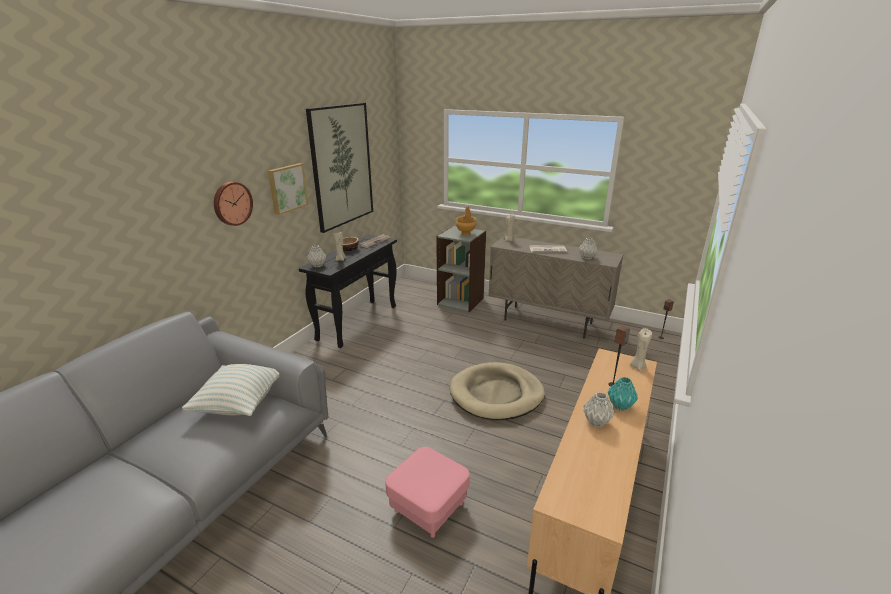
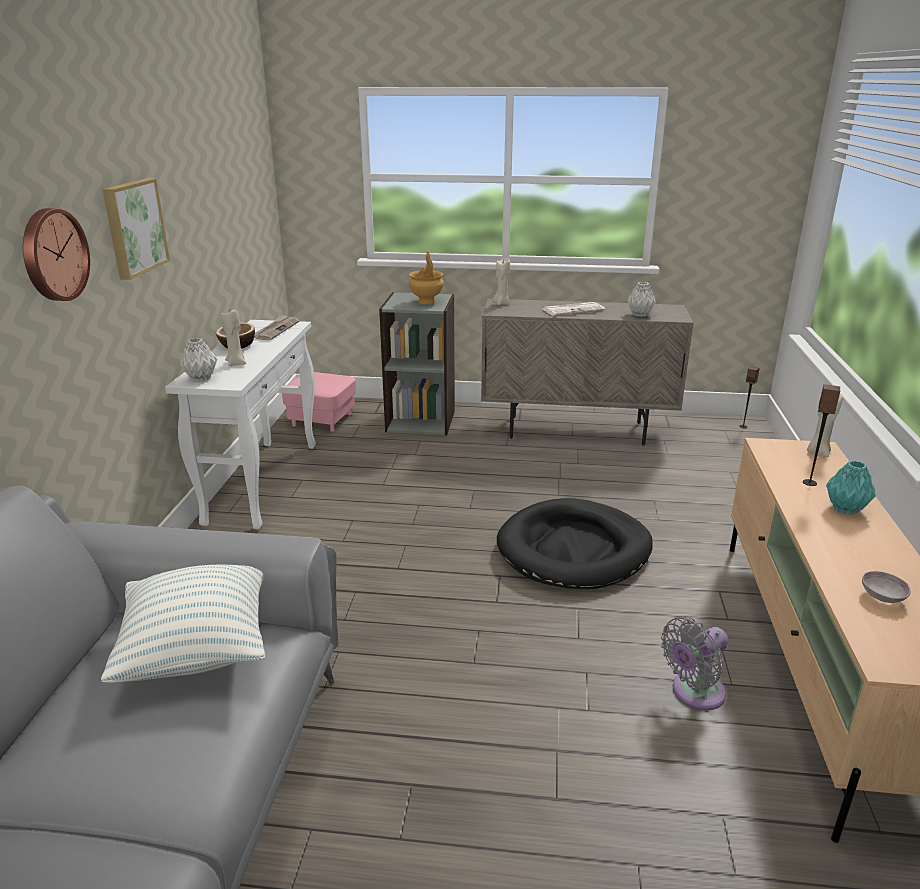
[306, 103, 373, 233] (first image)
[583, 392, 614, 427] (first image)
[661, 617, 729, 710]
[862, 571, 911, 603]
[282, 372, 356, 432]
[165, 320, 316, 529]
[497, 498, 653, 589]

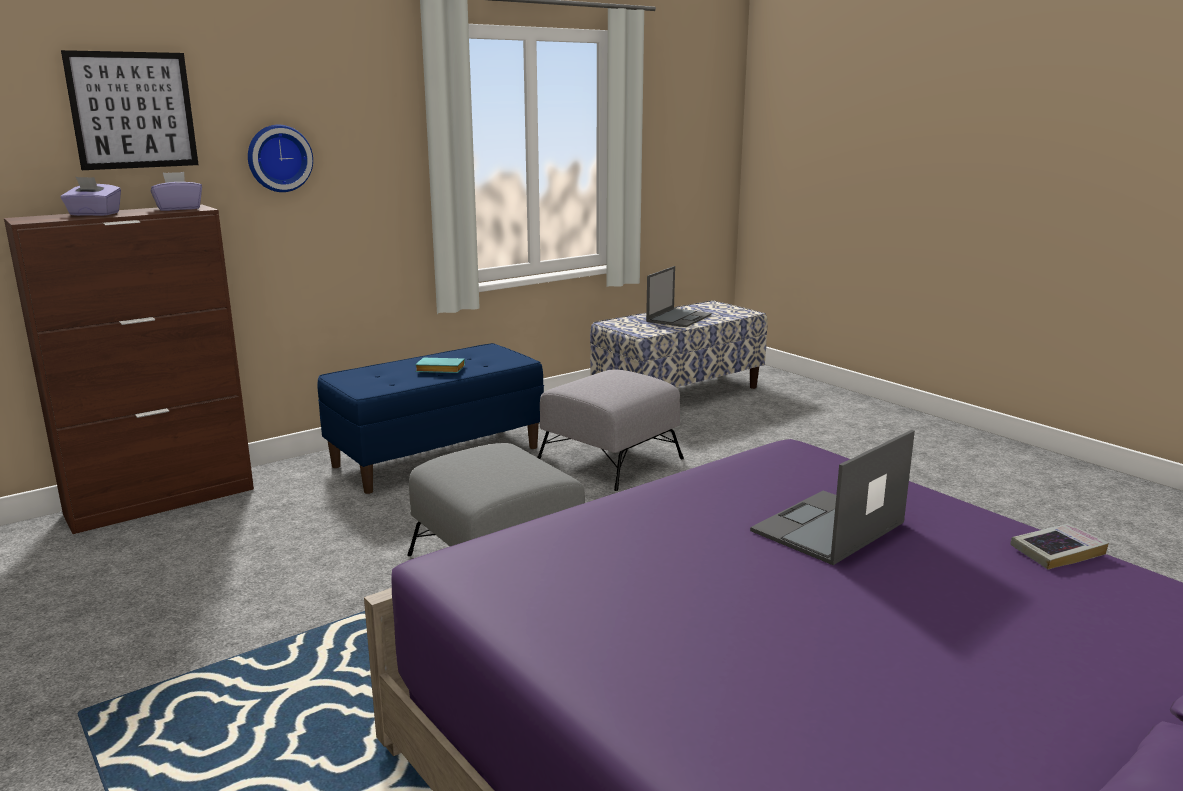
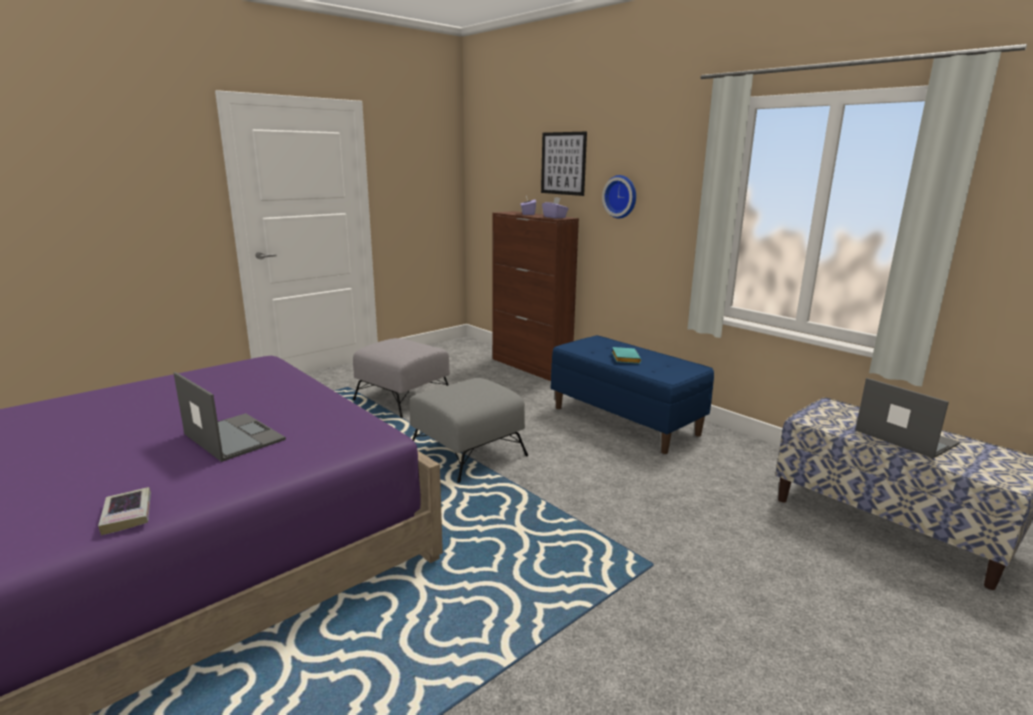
[353, 338, 450, 418]
[855, 378, 960, 458]

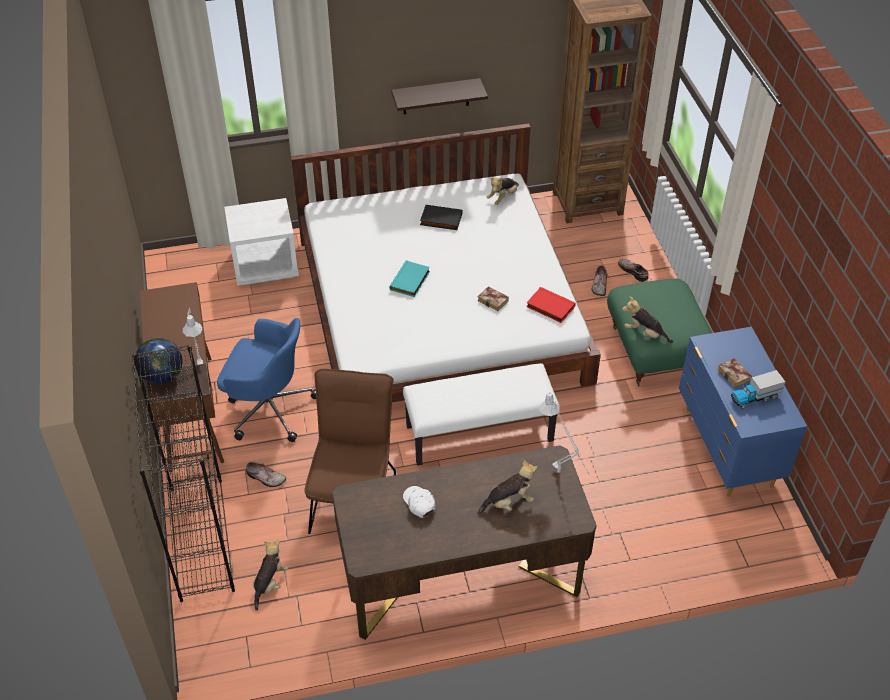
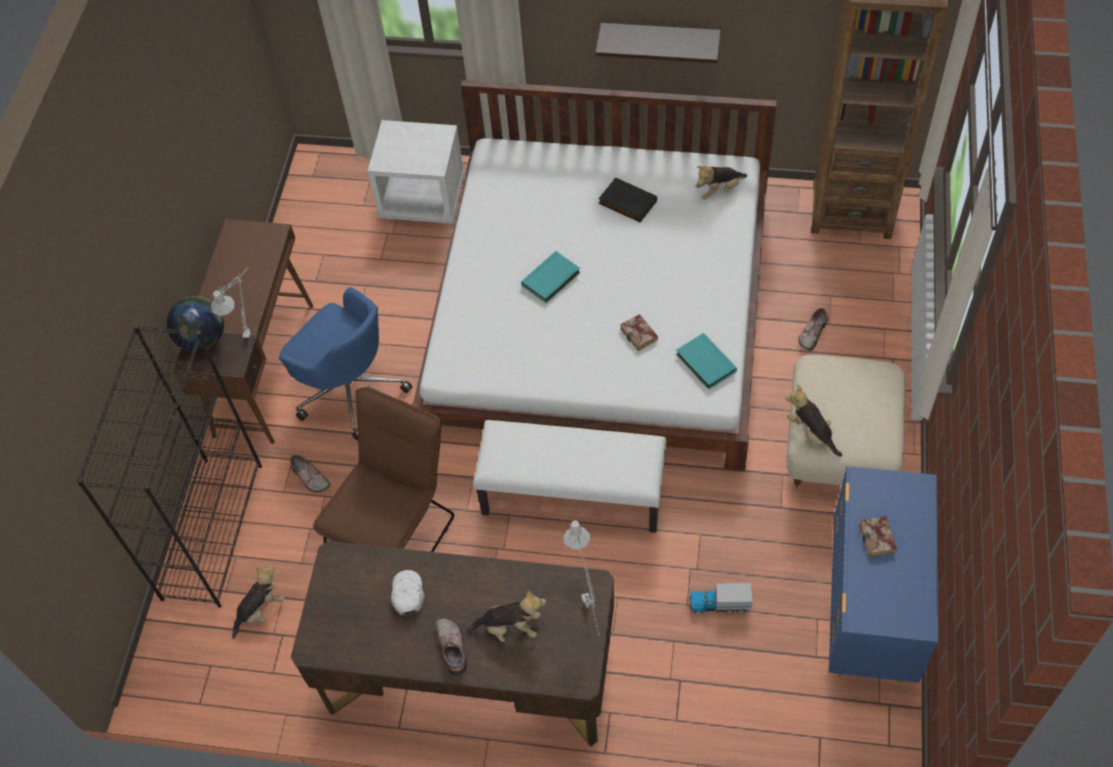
[435, 618, 467, 675]
[689, 583, 753, 614]
[676, 333, 737, 390]
[786, 355, 905, 490]

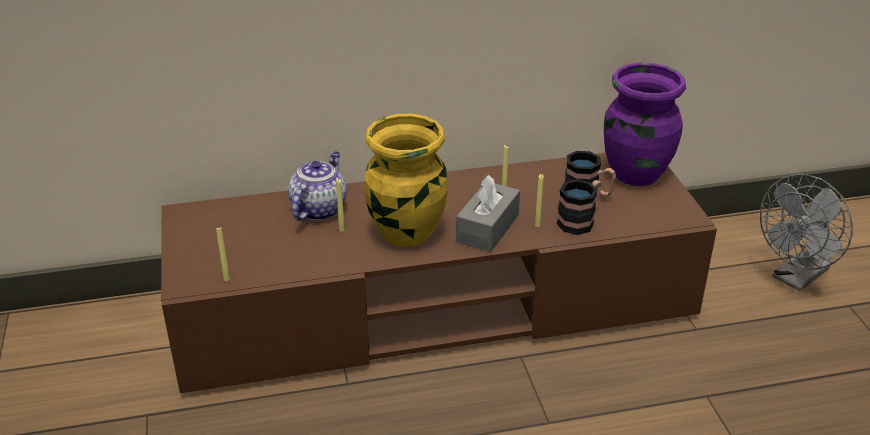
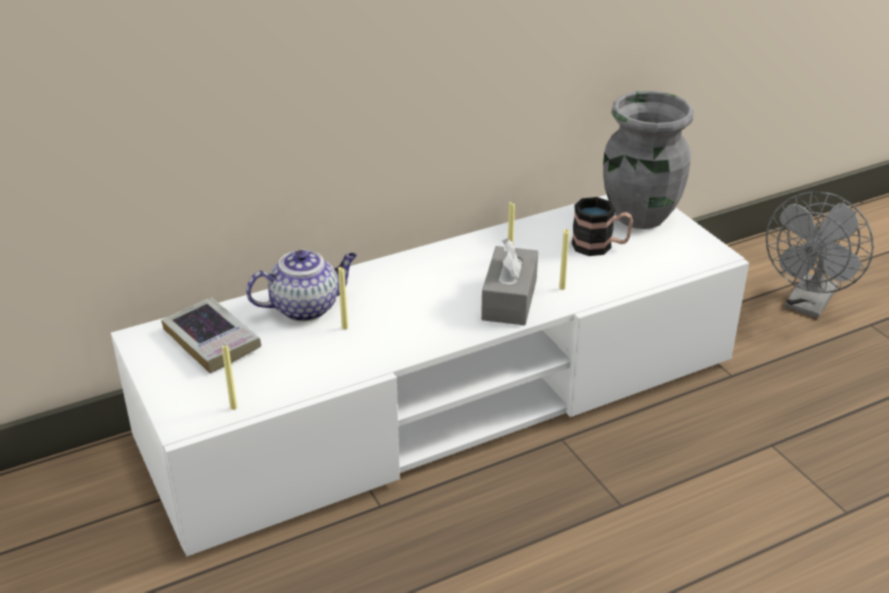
[364, 114, 448, 247] (first image)
[557, 179, 601, 235] (first image)
[161, 297, 261, 373]
[111, 195, 749, 556]
[603, 91, 694, 229]
[246, 250, 357, 322]

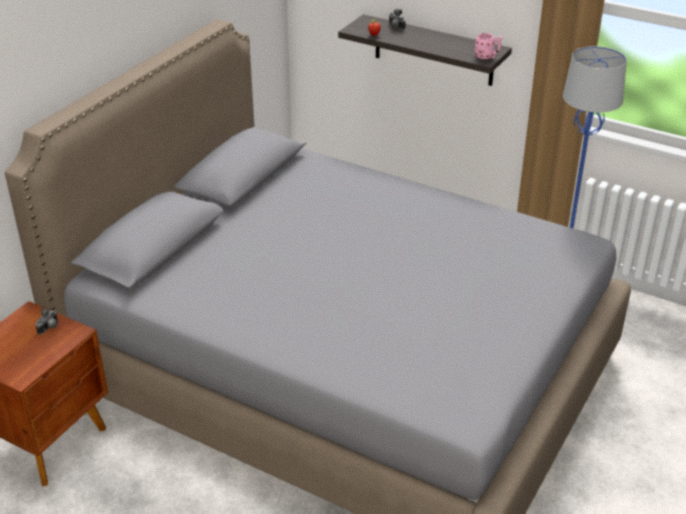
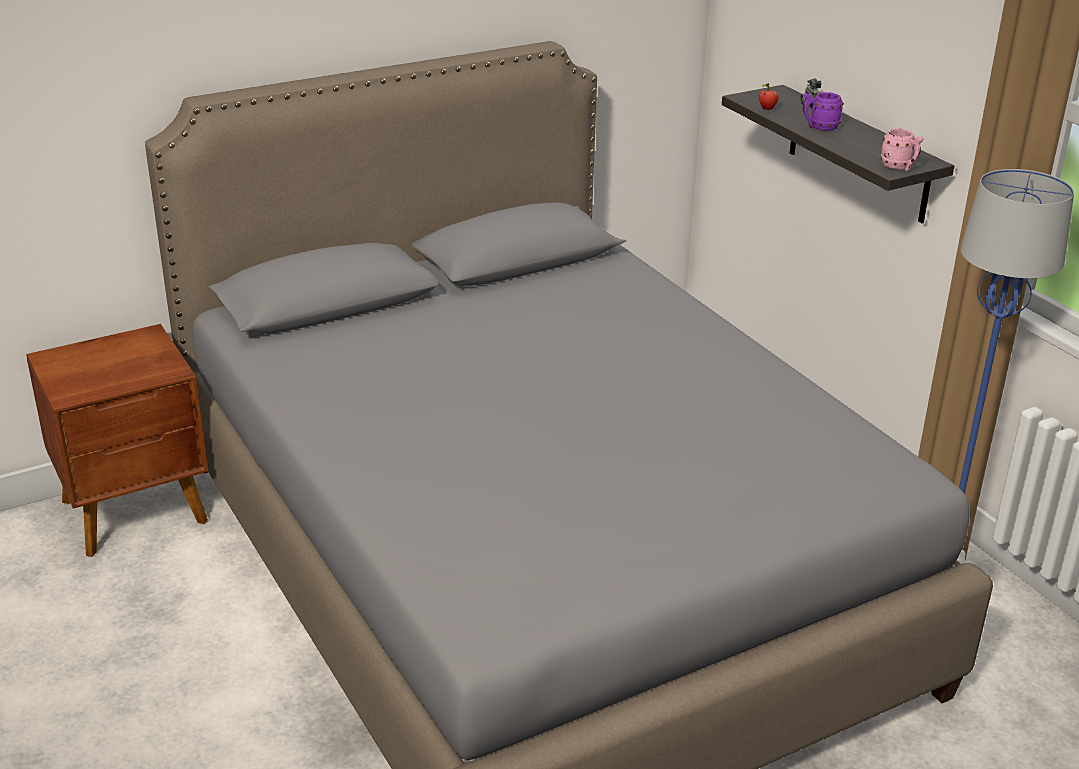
[36, 308, 58, 335] (first image)
[803, 92, 844, 131]

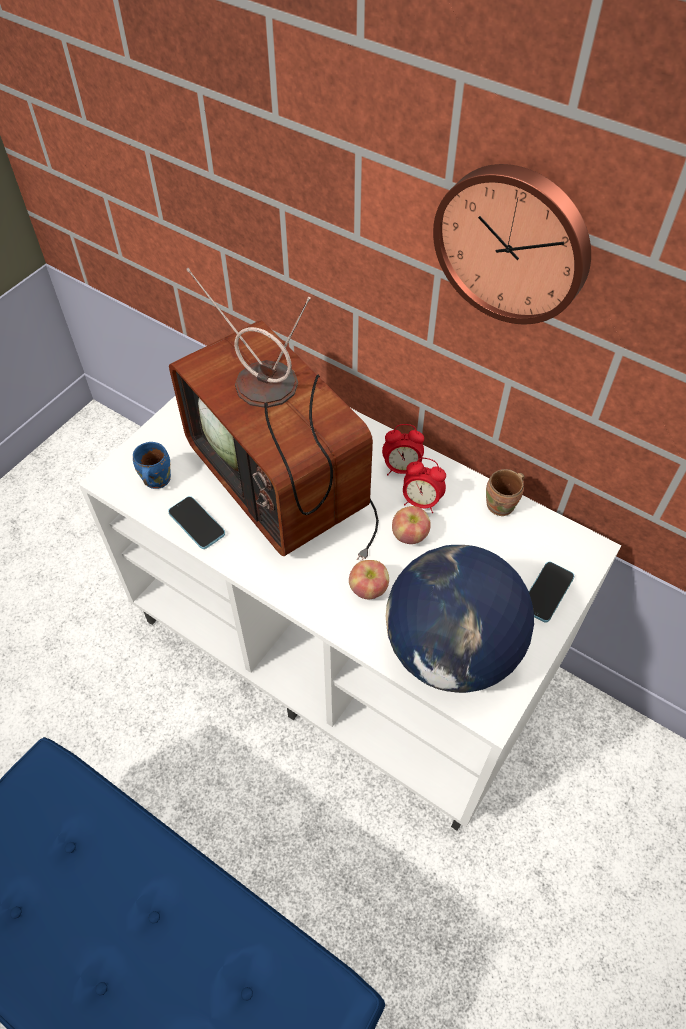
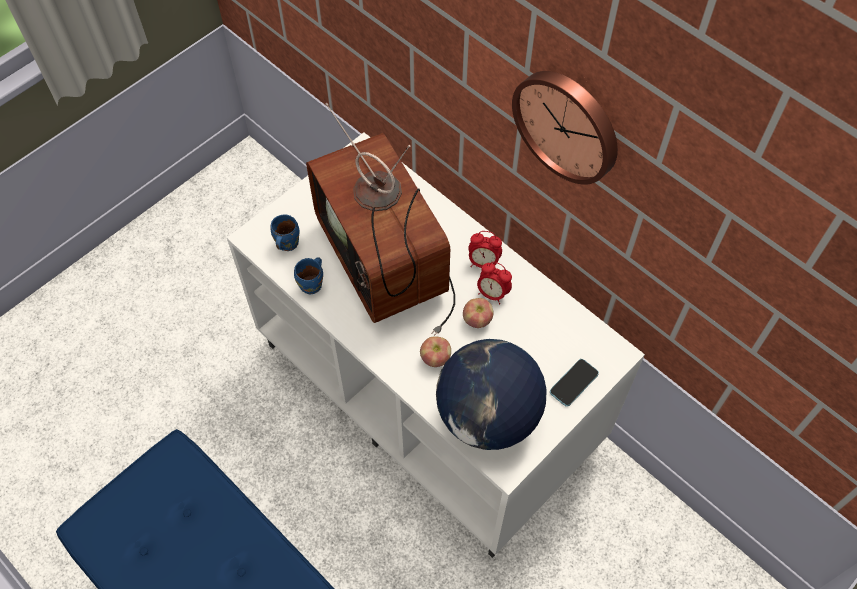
[486, 469, 524, 516] (first image)
[294, 257, 323, 294]

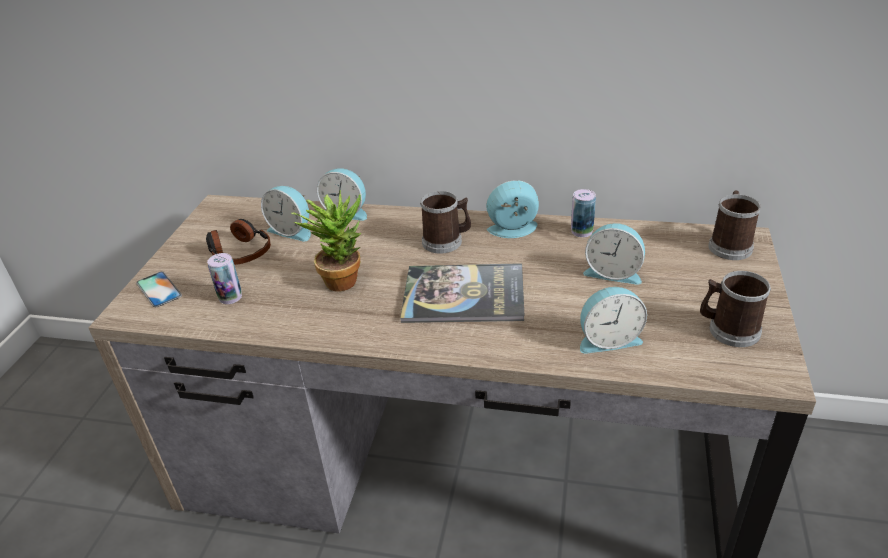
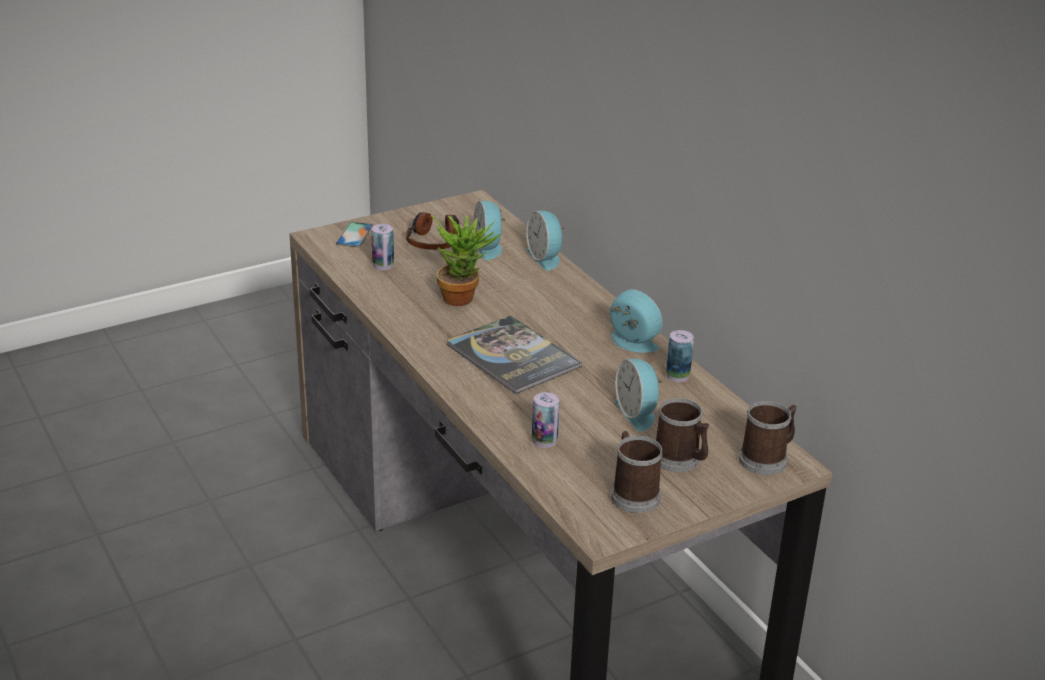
[656, 398, 709, 472]
[532, 392, 560, 448]

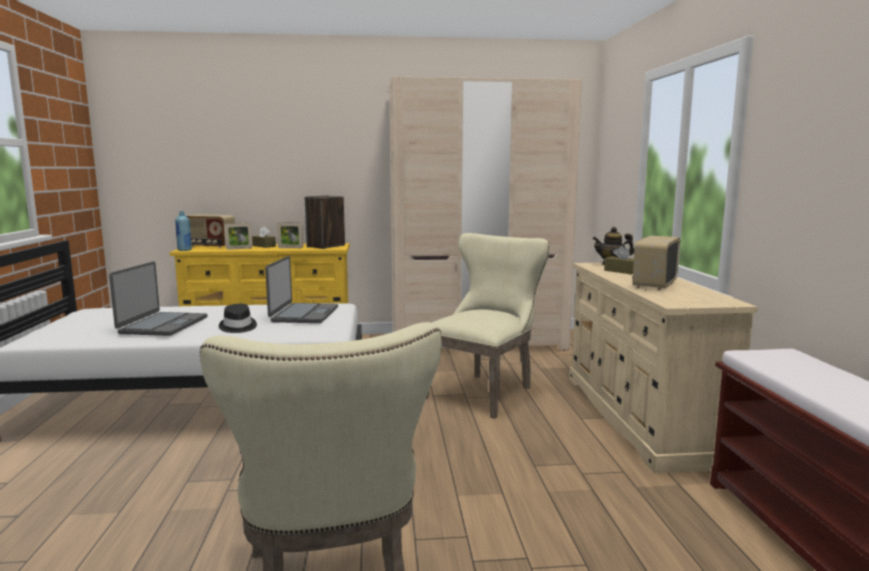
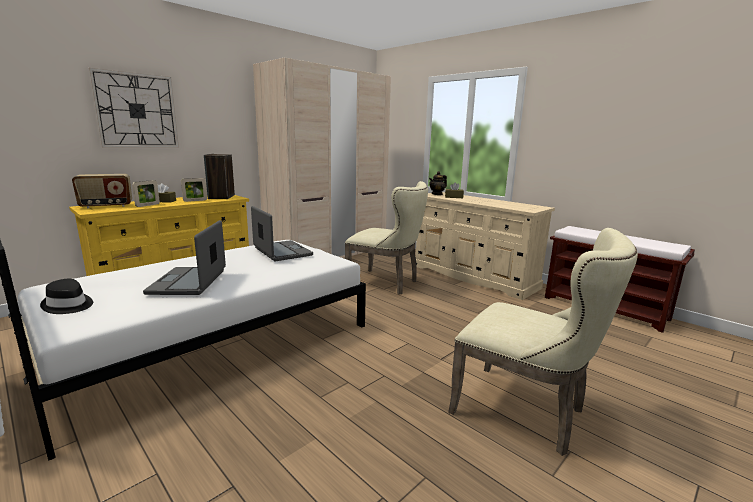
[175, 211, 192, 251] (first image)
[632, 236, 680, 290] (first image)
[88, 68, 179, 148]
[40, 279, 93, 314]
[143, 220, 226, 295]
[345, 181, 428, 295]

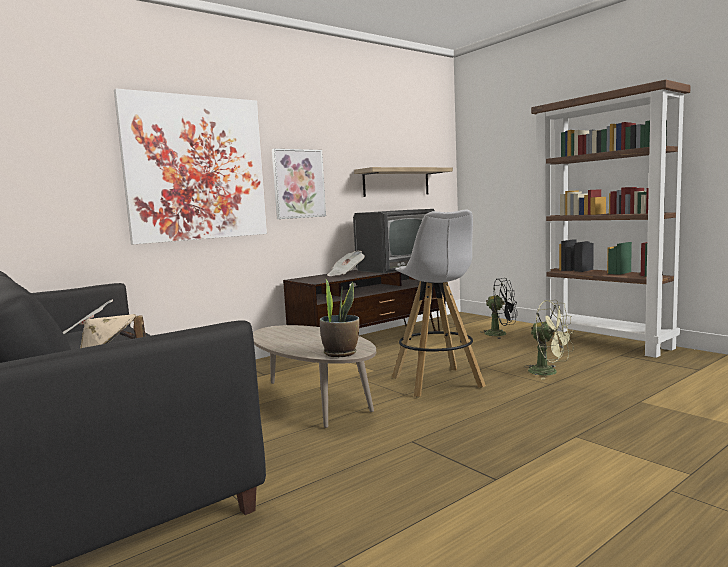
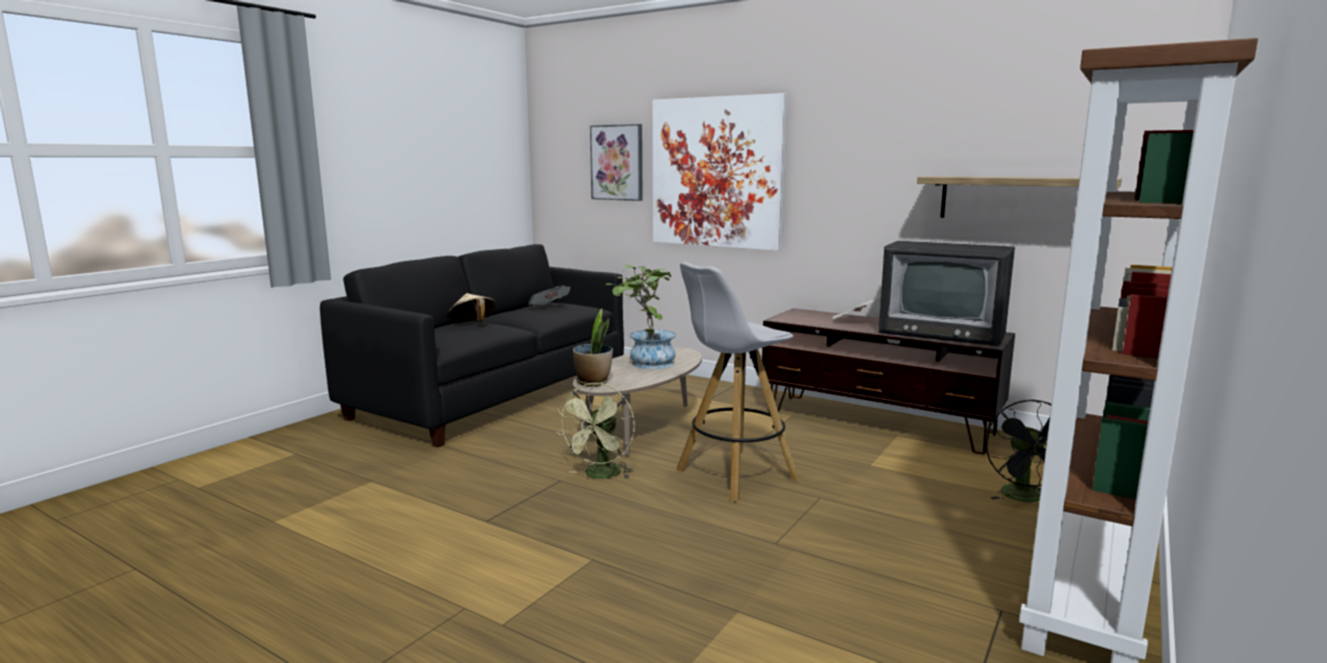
[606, 265, 676, 369]
[590, 124, 643, 201]
[556, 383, 635, 479]

